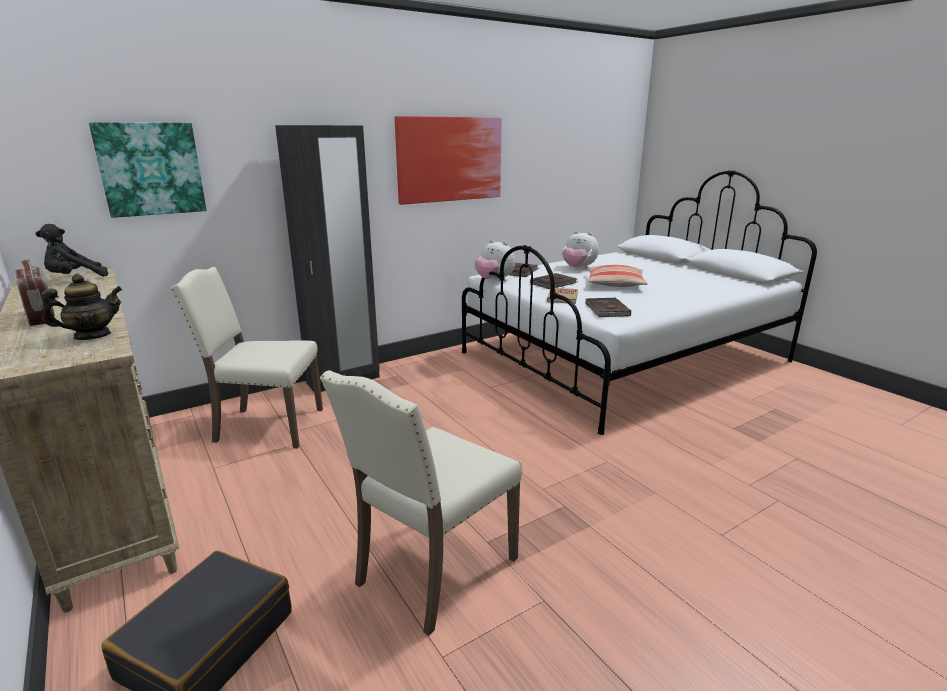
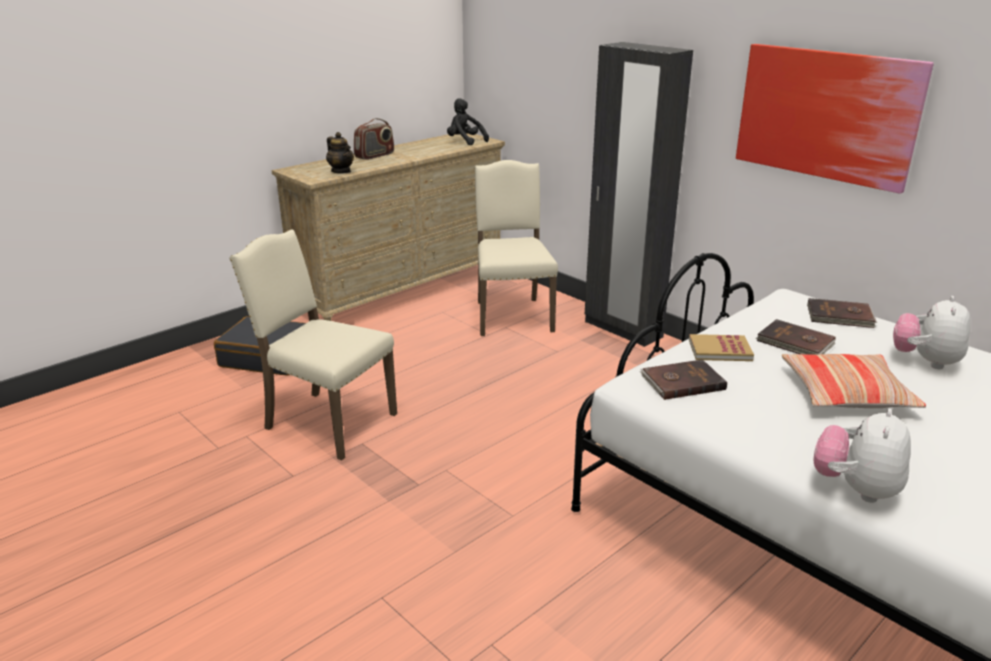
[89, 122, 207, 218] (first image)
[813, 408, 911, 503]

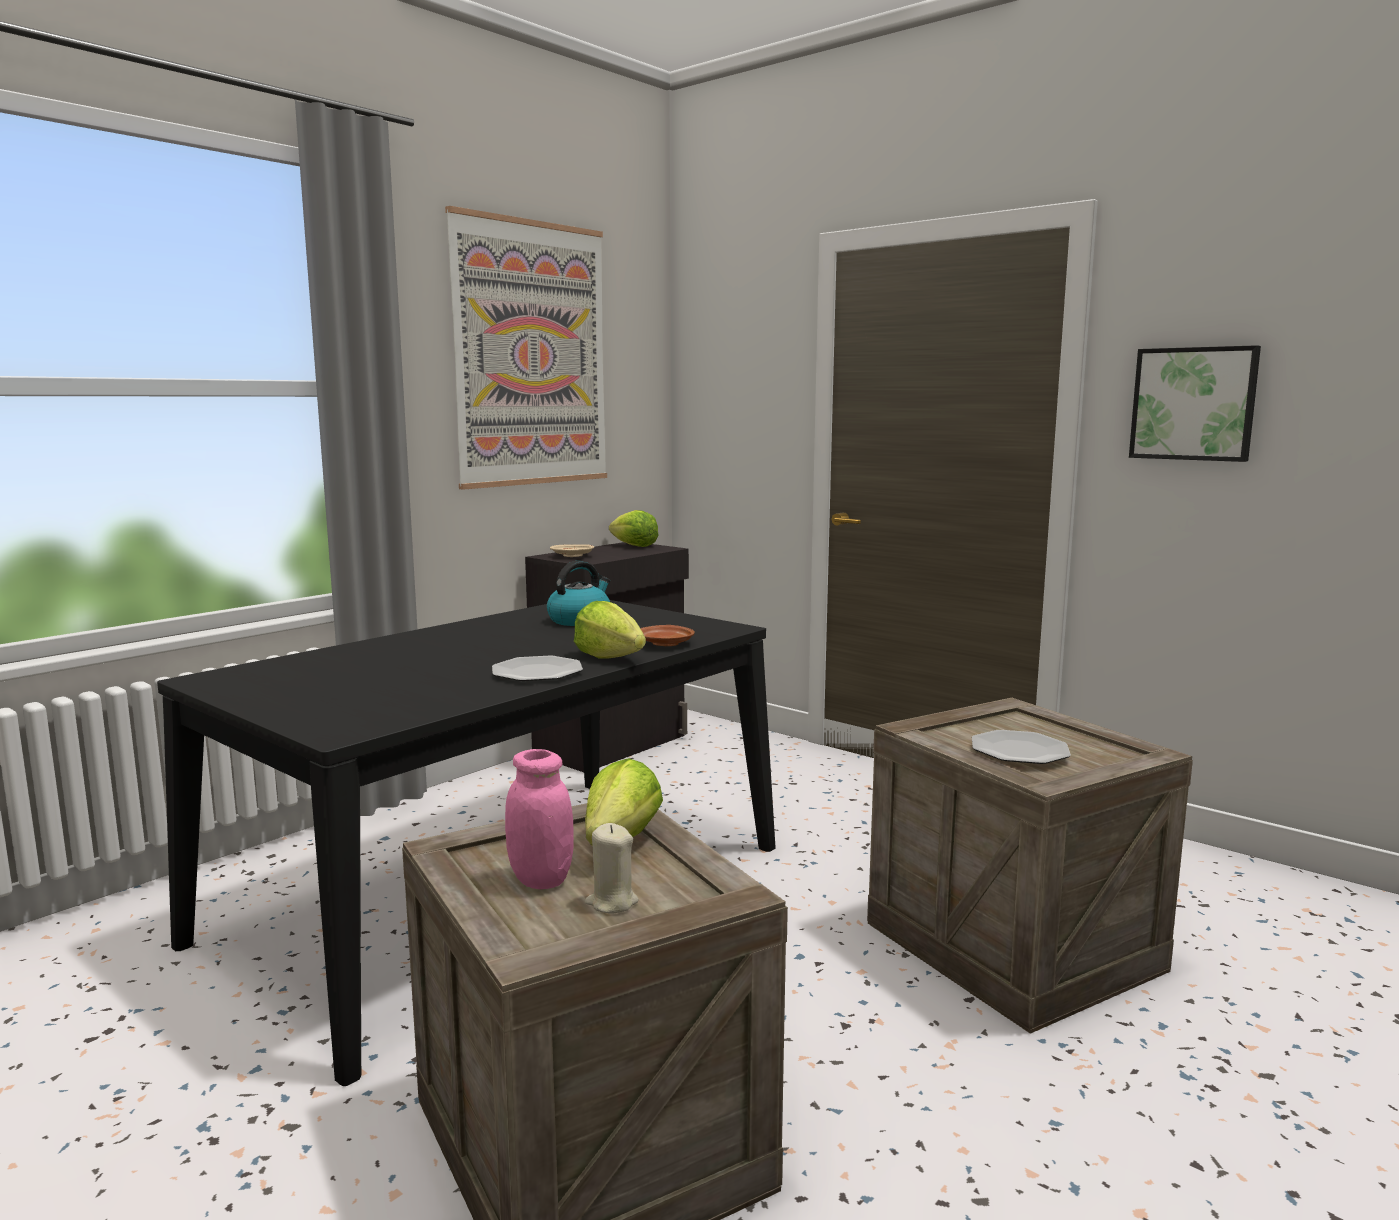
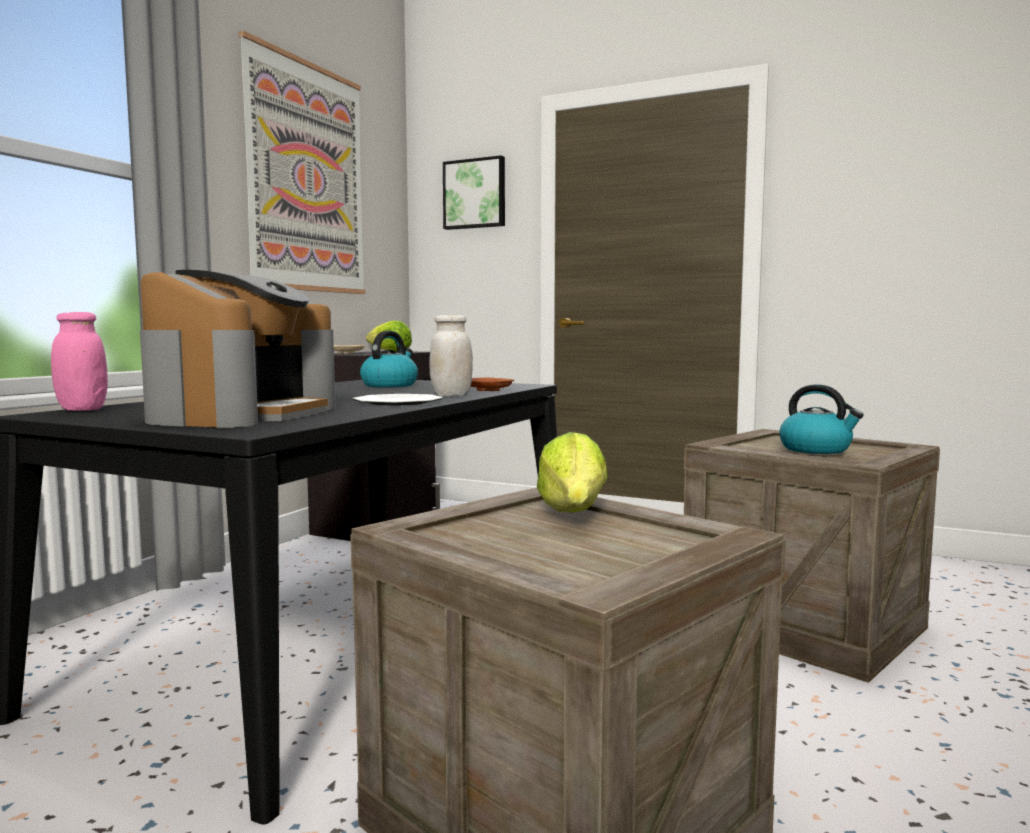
[585, 823, 639, 914] (first image)
[140, 270, 335, 428]
[51, 312, 108, 411]
[443, 155, 505, 230]
[430, 315, 473, 397]
[779, 385, 864, 454]

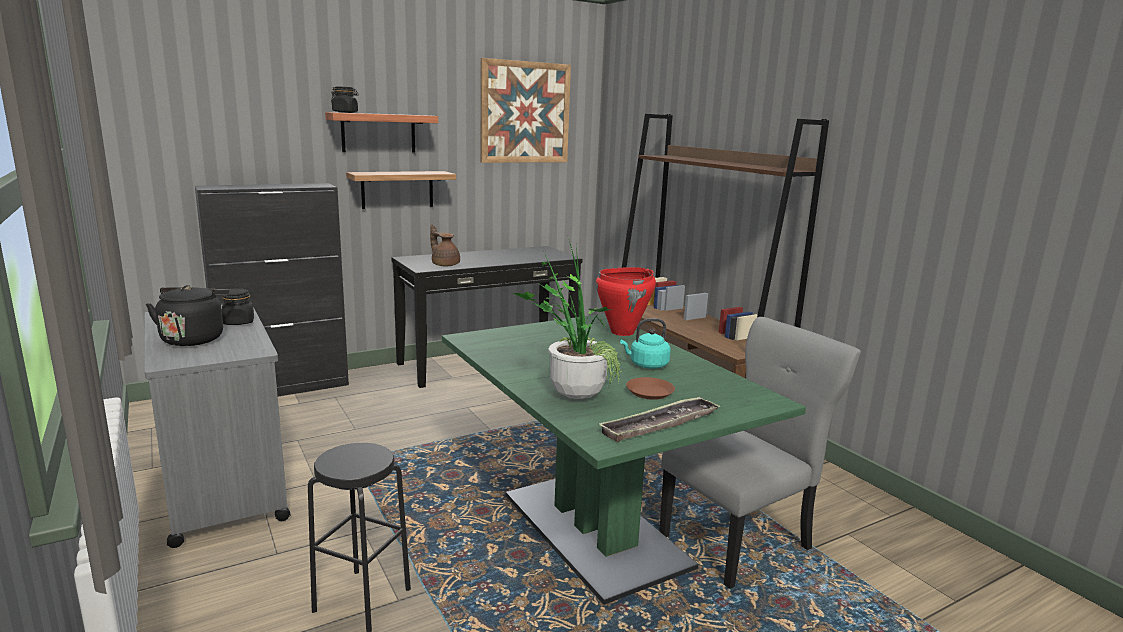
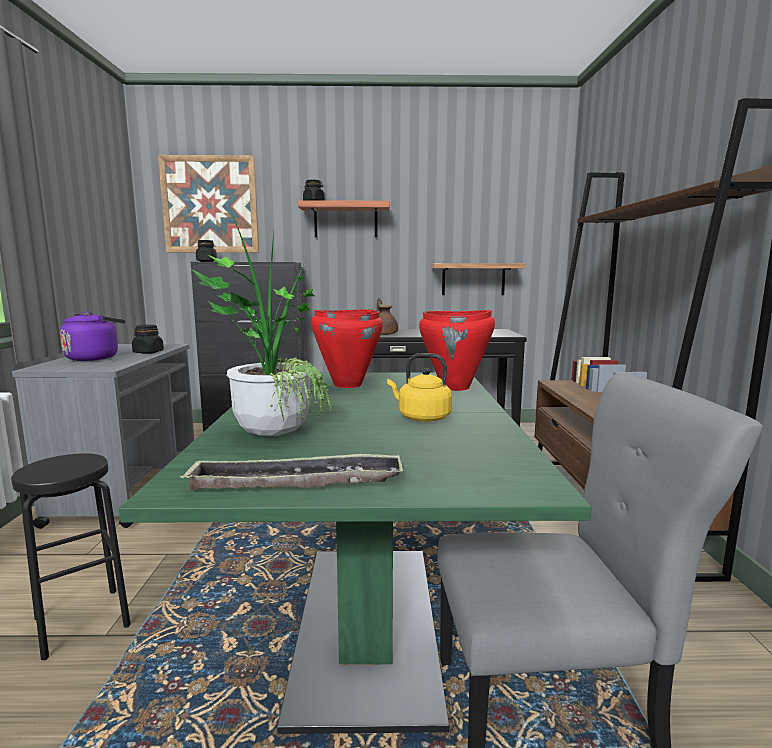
[626, 377, 675, 400] (first image)
[196, 240, 217, 262]
[311, 309, 383, 388]
[431, 263, 525, 295]
[158, 155, 259, 253]
[60, 312, 125, 361]
[387, 353, 452, 422]

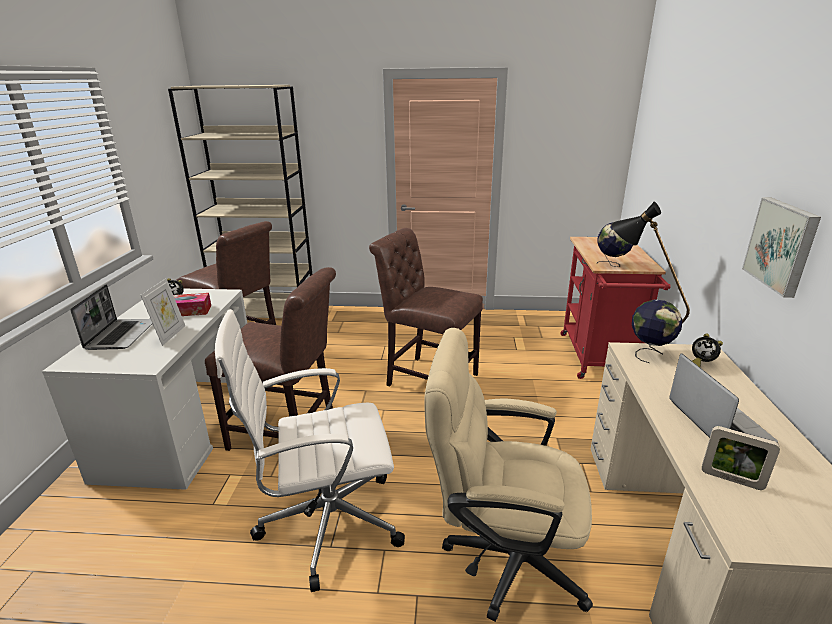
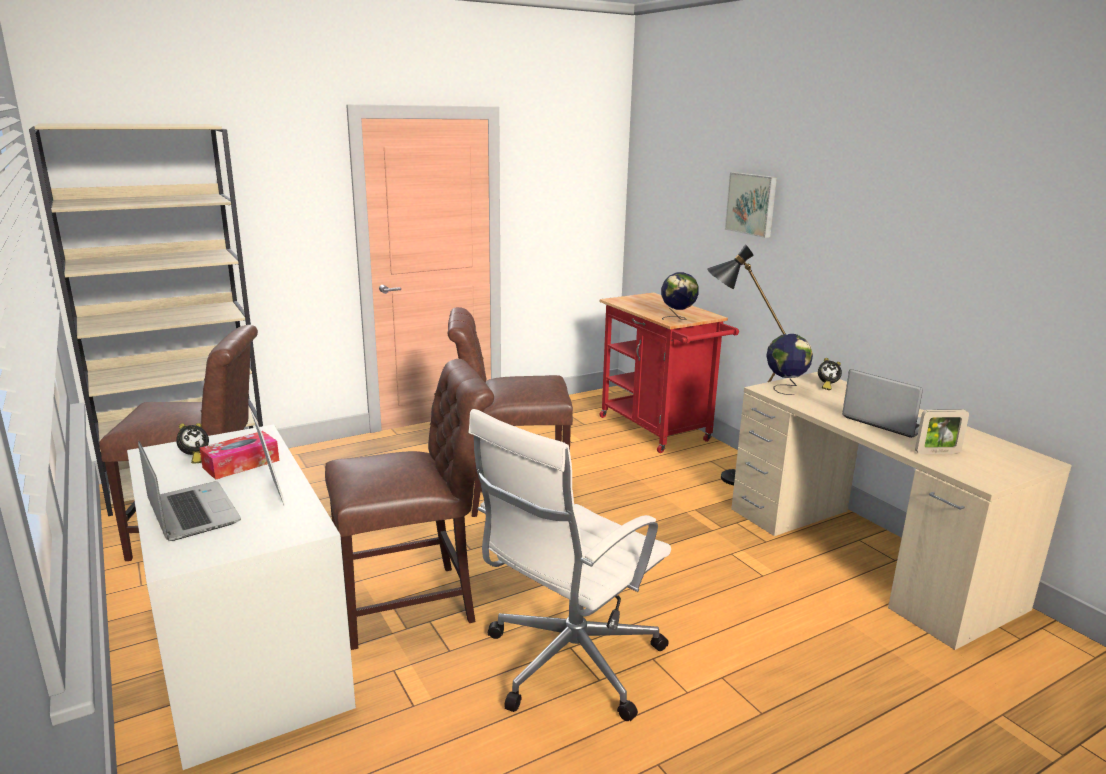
[424, 328, 593, 622] (first image)
[725, 172, 777, 238]

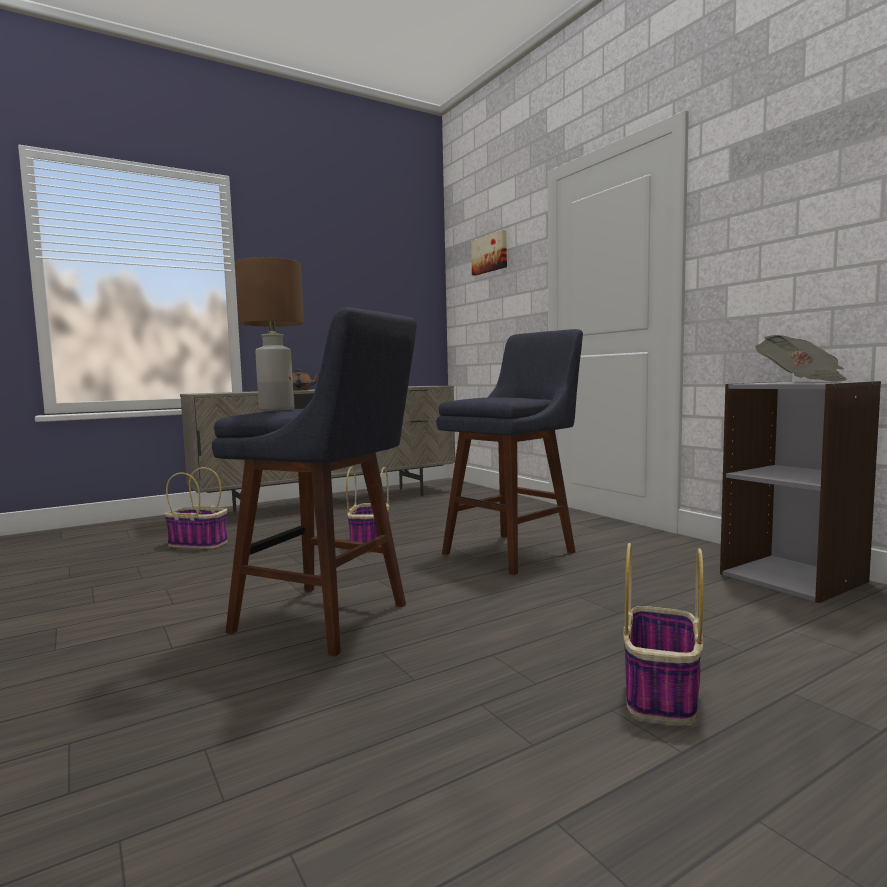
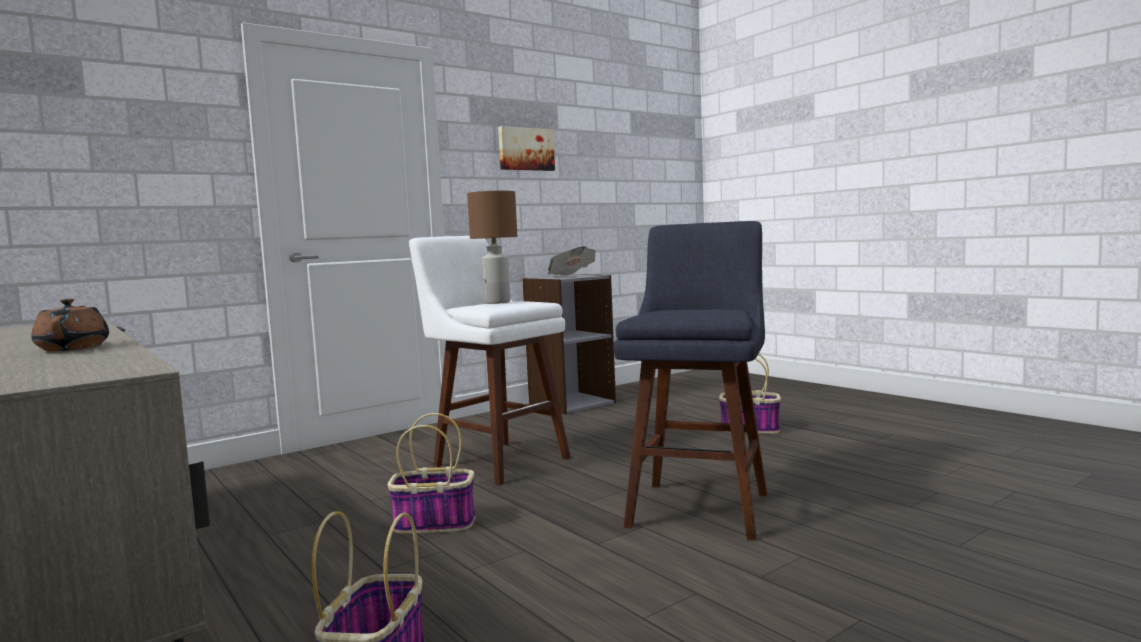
[467, 191, 517, 304]
[498, 126, 555, 171]
[409, 236, 571, 485]

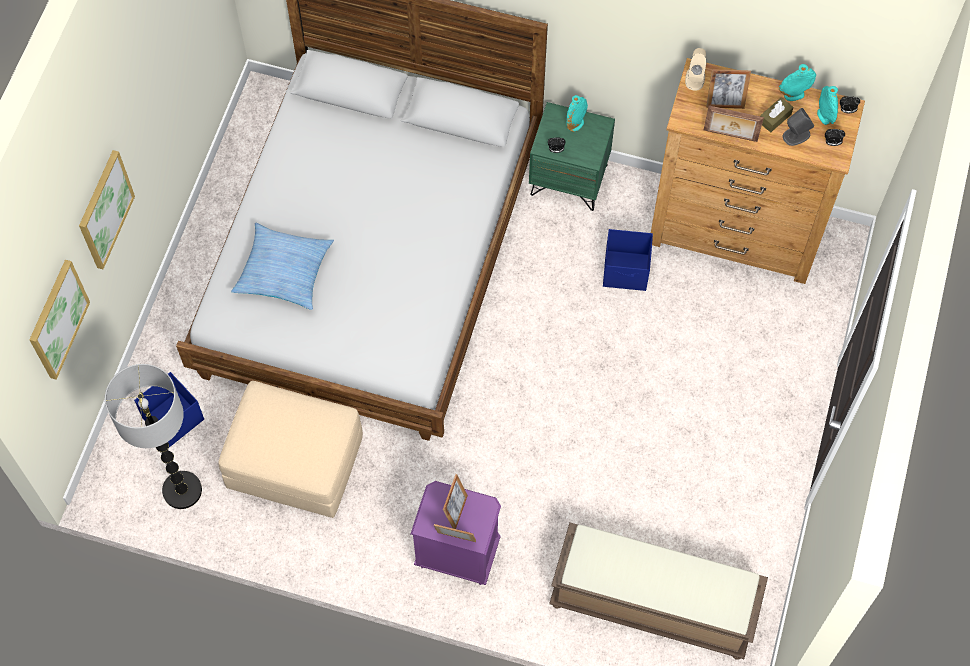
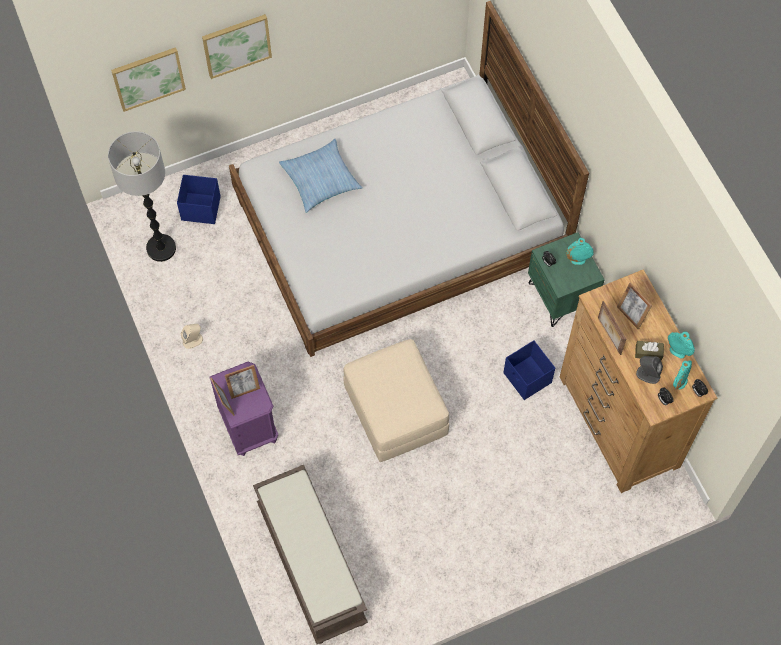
[343, 339, 449, 462]
[181, 324, 203, 349]

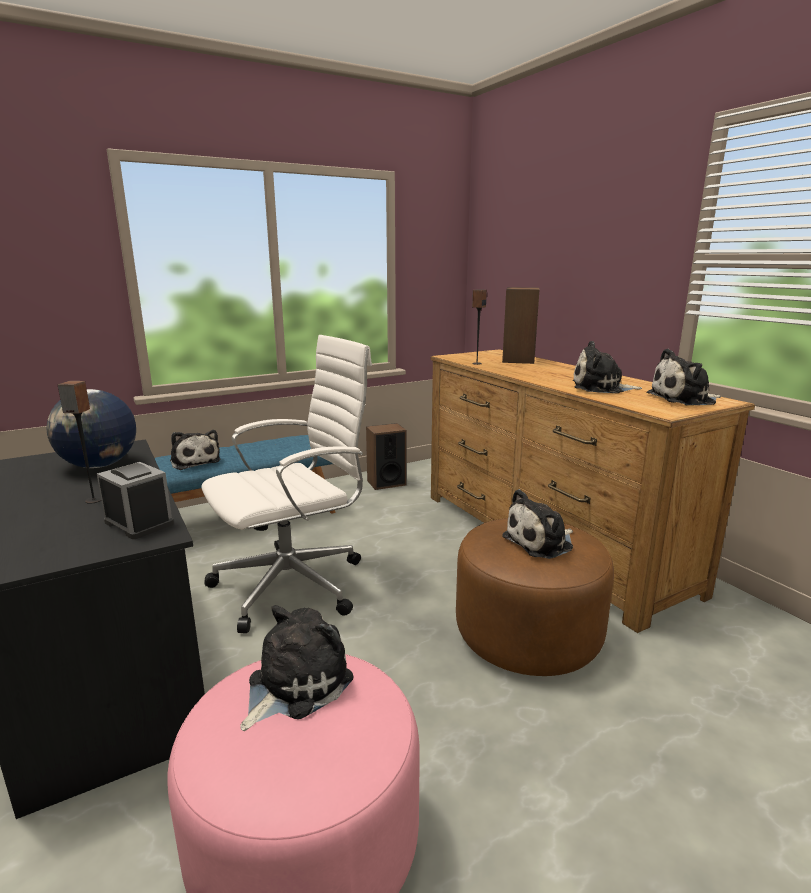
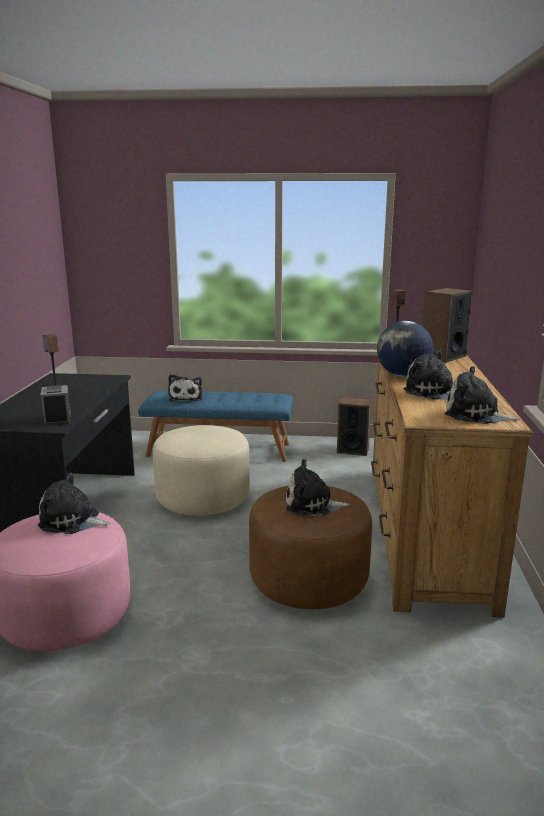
[377, 321, 433, 377]
[153, 425, 250, 515]
[38, 473, 111, 534]

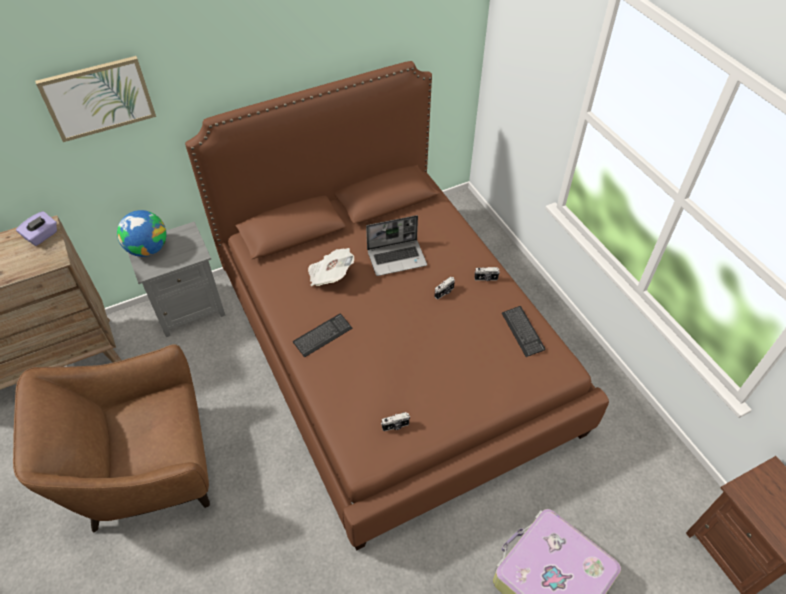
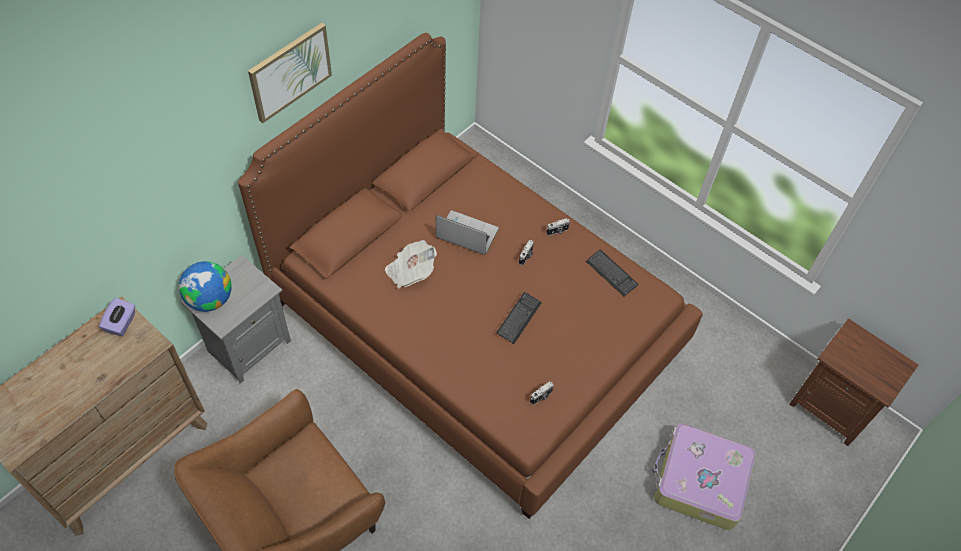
[248, 23, 332, 123]
[497, 292, 542, 344]
[436, 210, 499, 255]

